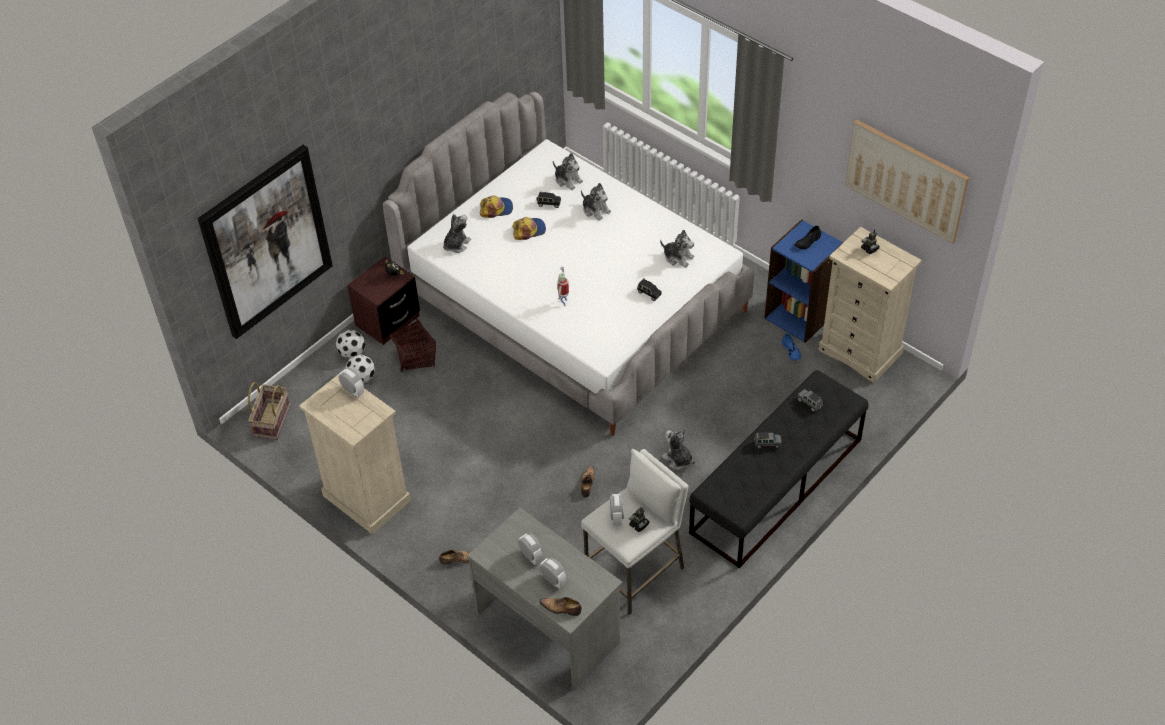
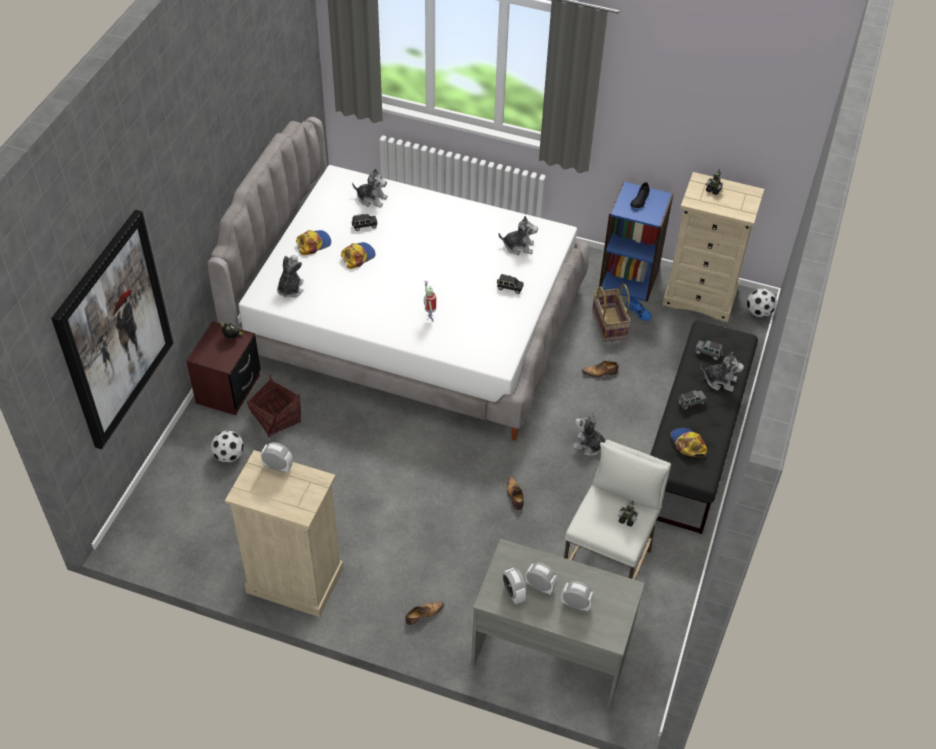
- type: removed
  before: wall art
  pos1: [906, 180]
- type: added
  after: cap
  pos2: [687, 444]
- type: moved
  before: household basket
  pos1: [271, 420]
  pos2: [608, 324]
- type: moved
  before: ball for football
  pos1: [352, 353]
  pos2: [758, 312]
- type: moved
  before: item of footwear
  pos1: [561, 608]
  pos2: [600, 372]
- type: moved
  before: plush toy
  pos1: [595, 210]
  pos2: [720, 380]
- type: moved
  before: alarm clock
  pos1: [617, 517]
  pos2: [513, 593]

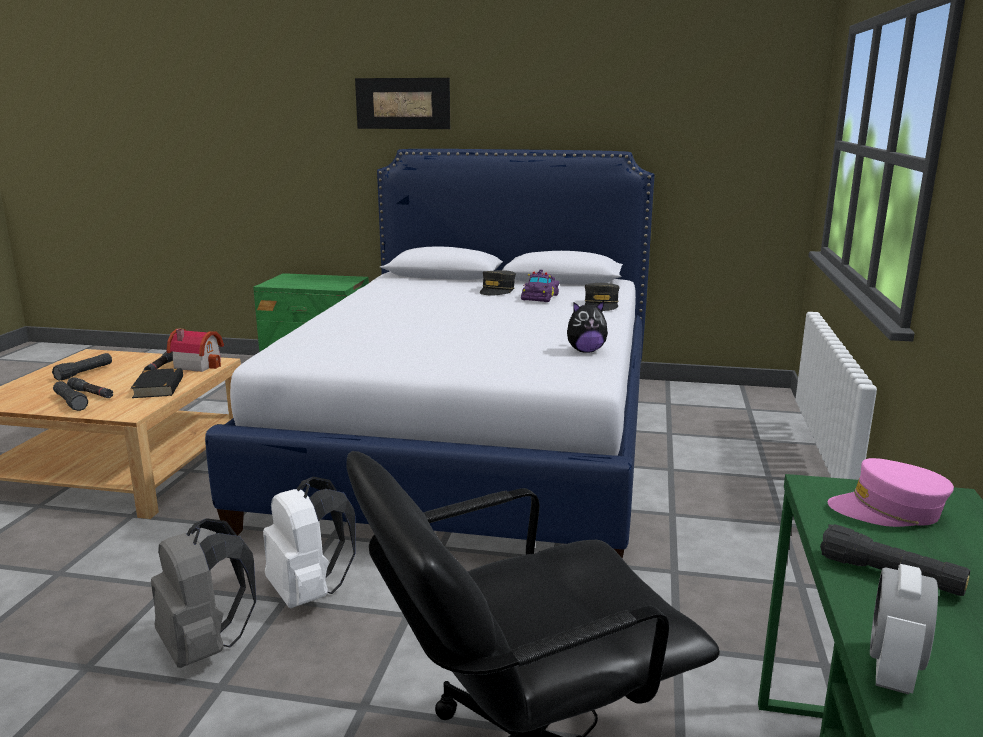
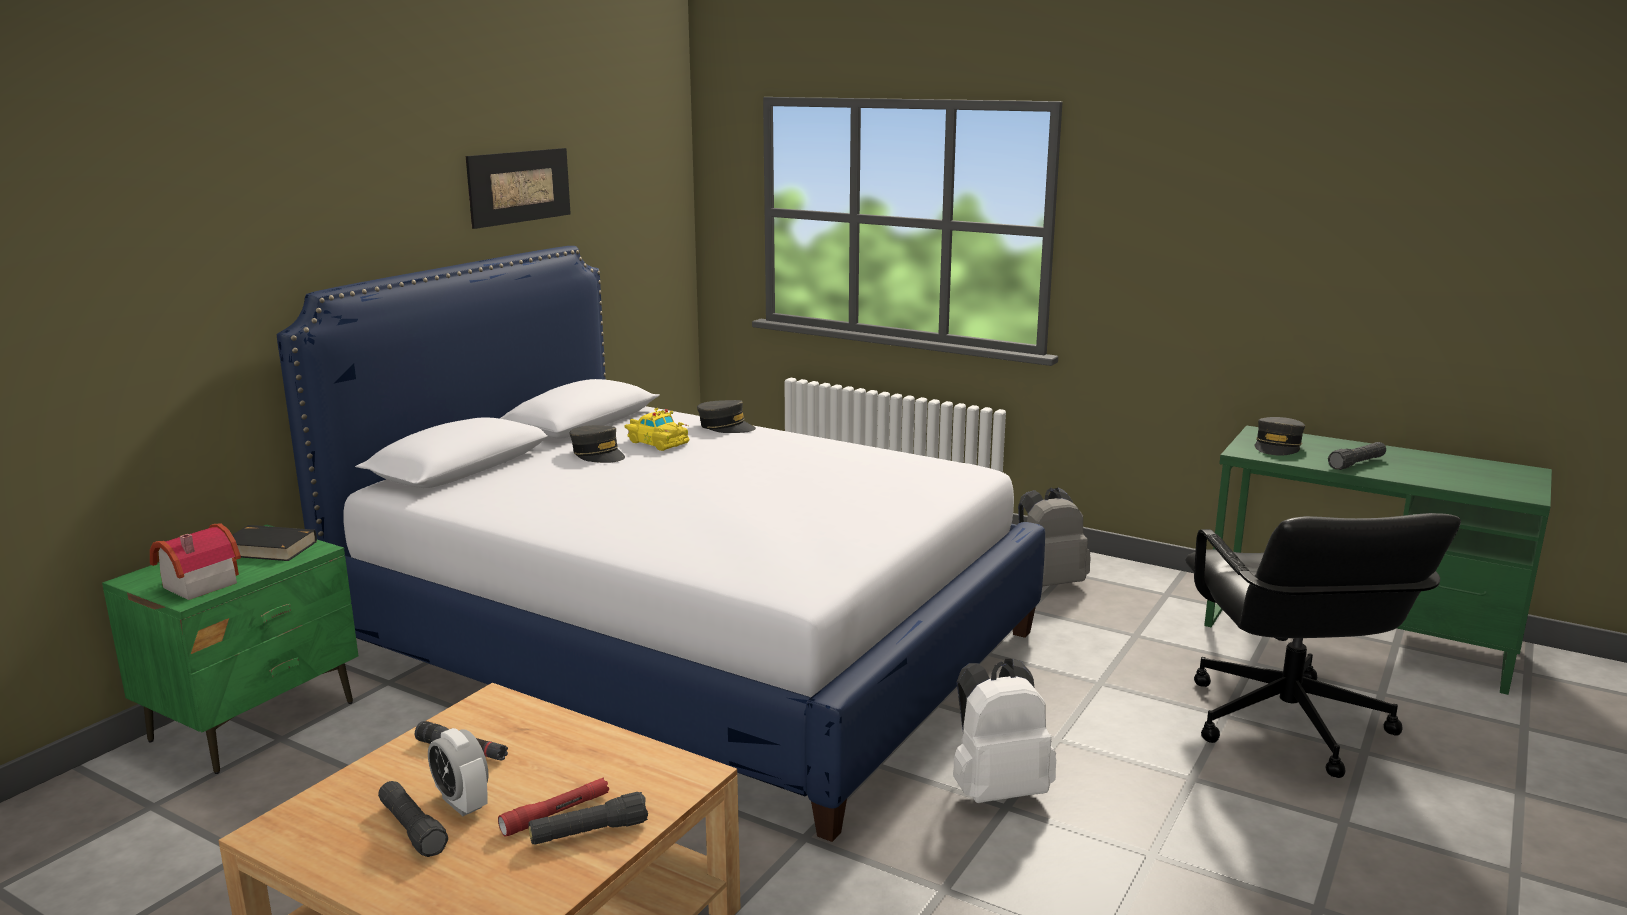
- type: removed
  before: plush toy
  pos1: [585, 351]
- type: moved
  before: volume/black-coloured
  pos1: [159, 387]
  pos2: [269, 548]
- type: moved
  before: rucksack/gray
  pos1: [205, 647]
  pos2: [1047, 583]
- type: moved
  before: toy house
  pos1: [198, 364]
  pos2: [196, 585]
- type: moved
  before: wall art
  pos1: [403, 103]
  pos2: [519, 186]
- type: moved
  before: alarm clock
  pos1: [893, 671]
  pos2: [462, 803]
- type: recoloured
  before: hand torch/black-coloured
  after: hand torch/reddish
  pos1: [91, 394]
  pos2: [556, 814]
- type: recoloured
  before: toy car/purple-coloured
  after: toy car/yellowish
  pos1: [541, 297]
  pos2: [657, 442]
- type: recoloured
  before: cap/pinkish
  after: cap/gray
  pos1: [888, 511]
  pos2: [1277, 446]

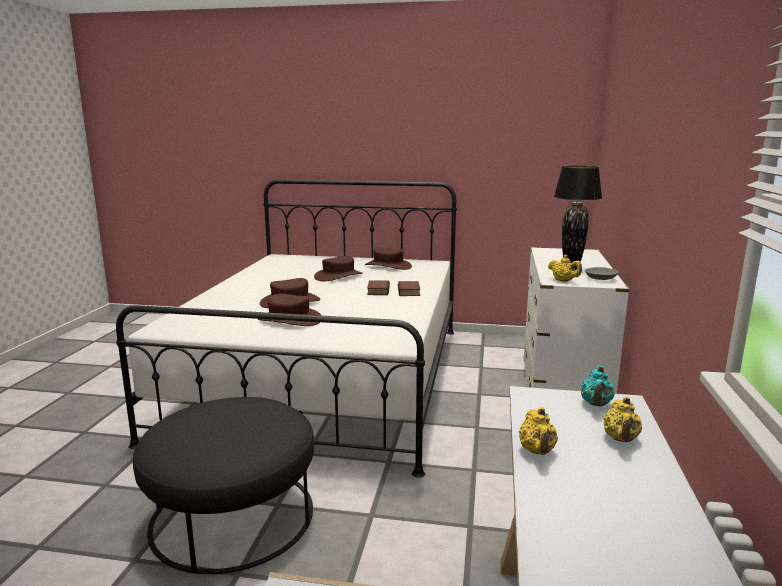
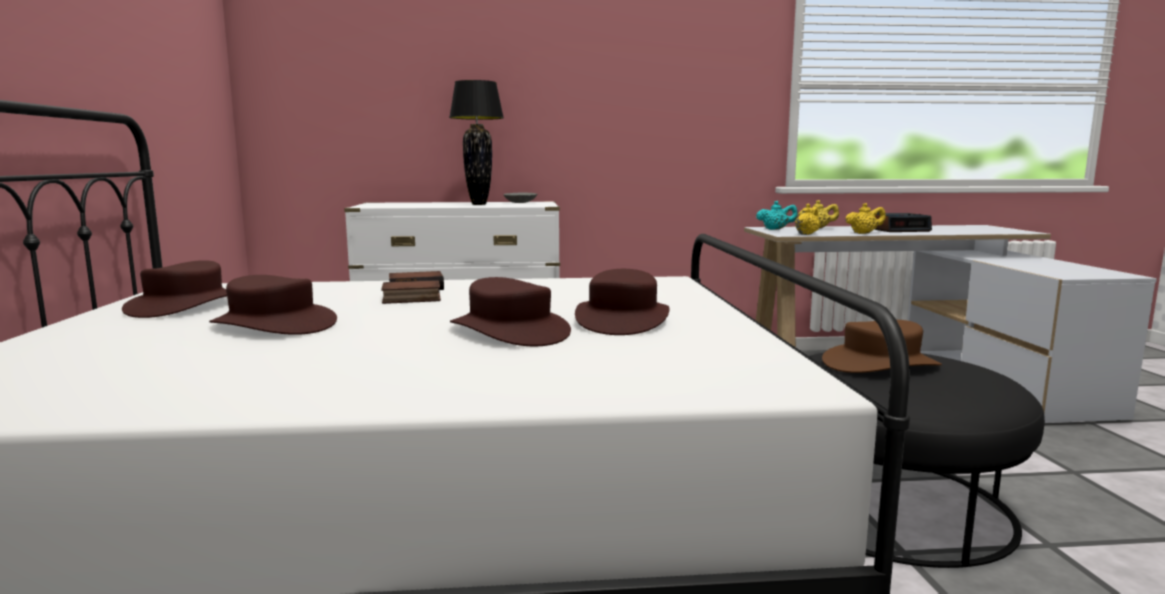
- type: added
  after: hat/brown
  pos2: [880, 364]
- type: added
  after: alarm clock
  pos2: [897, 229]
- type: moved
  before: tea pot/yellowish
  pos1: [564, 281]
  pos2: [807, 234]

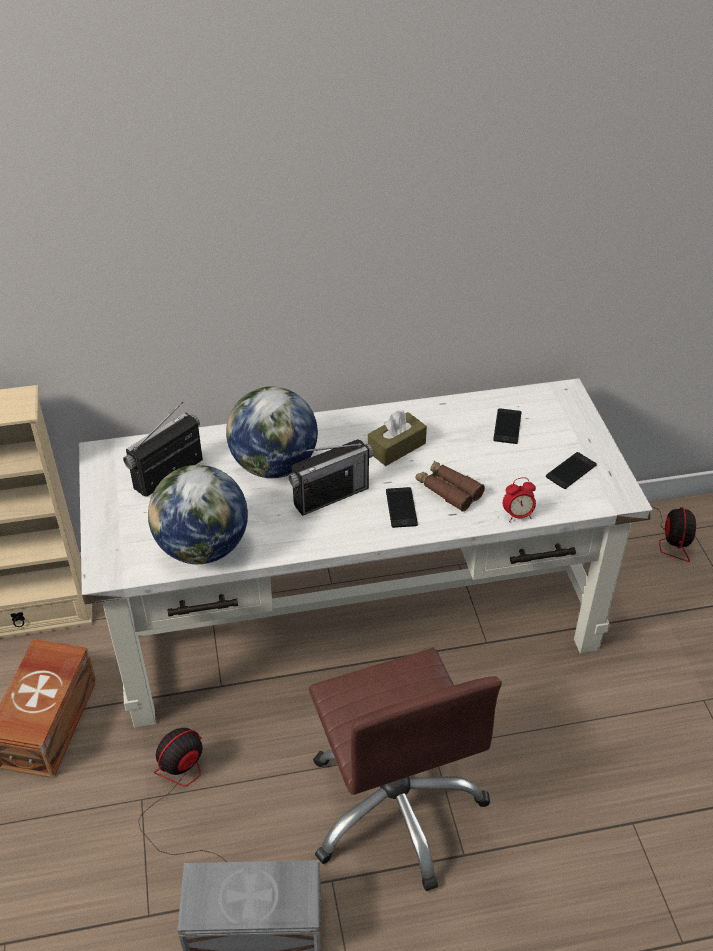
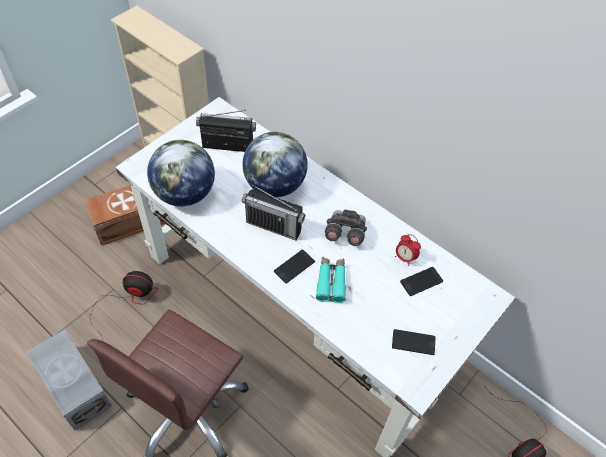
- type: moved
  before: alarm clock
  pos1: [518, 515]
  pos2: [405, 258]
- type: replaced
  before: tissue box/brown
  after: pair of binoculars/gray
  pos1: [396, 447]
  pos2: [344, 234]
- type: recoloured
  before: pair of binoculars/brown
  after: pair of binoculars/turquoise-coloured
  pos1: [448, 490]
  pos2: [331, 282]

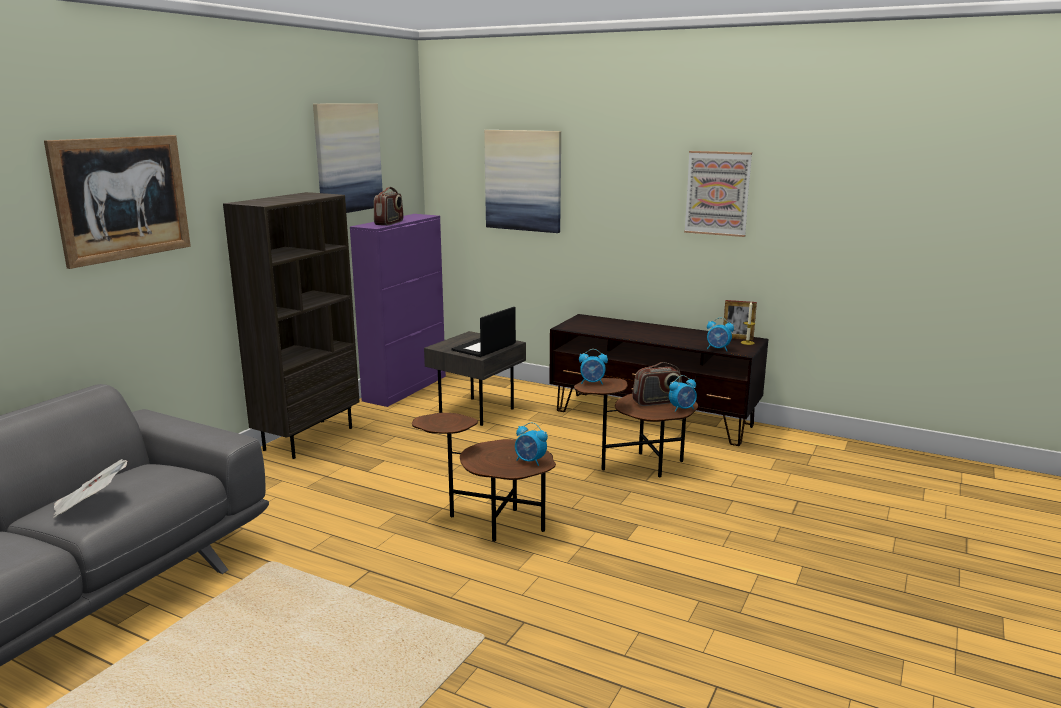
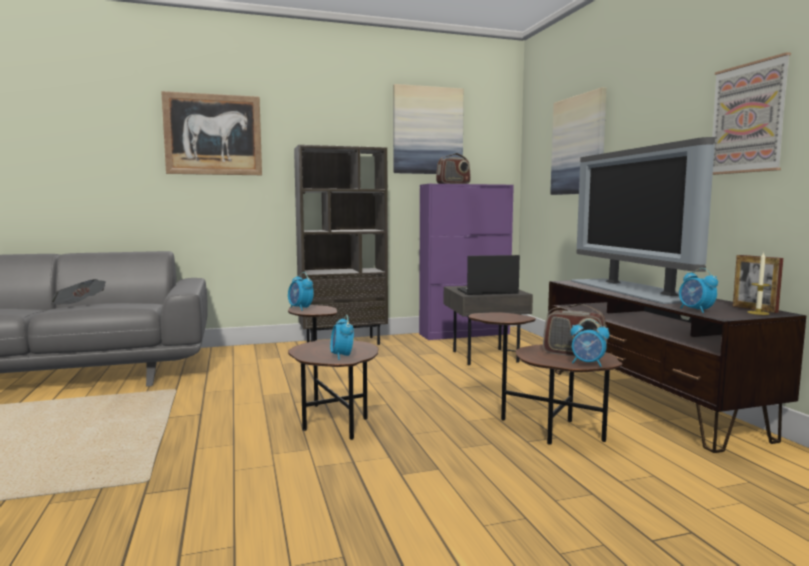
- type: added
  after: TV set
  pos2: [633, 290]
- type: moved
  before: alarm clock
  pos1: [592, 383]
  pos2: [300, 308]

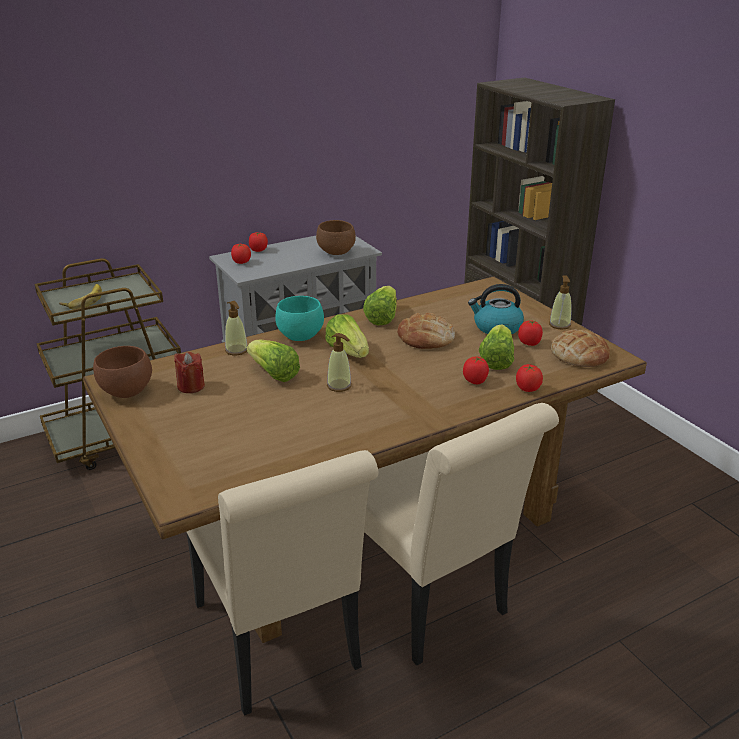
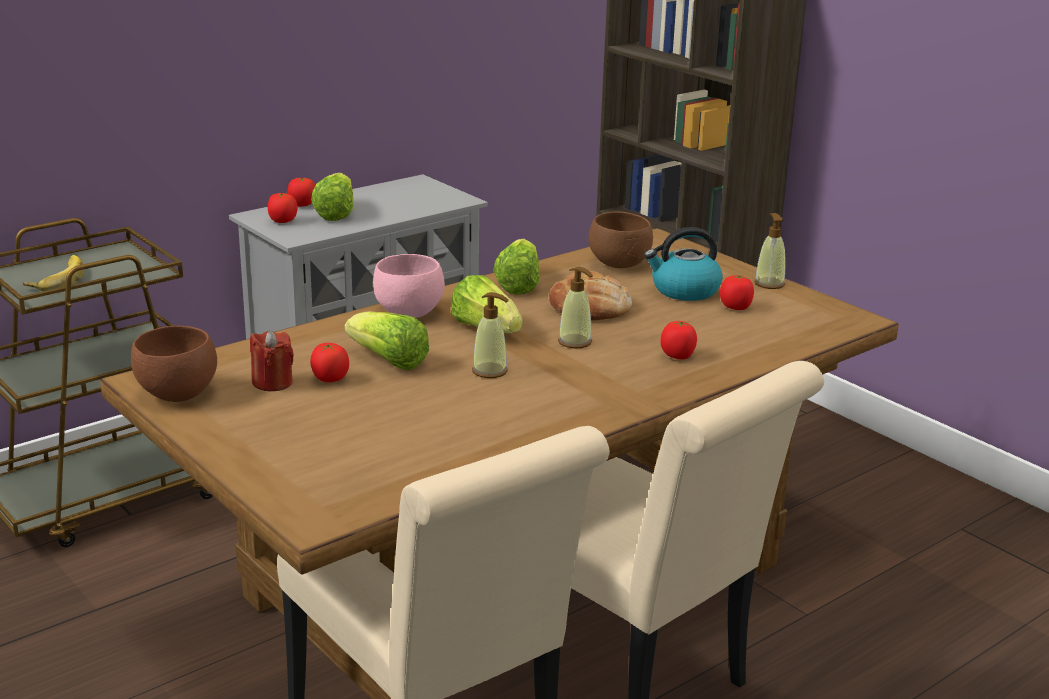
- type: removed
  before: bakery bread
  pos1: [579, 354]
- type: moved
  before: soap bottle
  pos1: [236, 350]
  pos2: [575, 342]
- type: moved
  before: deep dish/brown
  pos1: [337, 253]
  pos2: [620, 265]
- type: moved
  before: lettuce head
  pos1: [496, 360]
  pos2: [336, 213]
- type: moved
  before: whole tomato
  pos1: [527, 389]
  pos2: [330, 379]
- type: recoloured
  before: deep dish/turquoise-coloured
  after: deep dish/pinkish
  pos1: [299, 336]
  pos2: [407, 313]

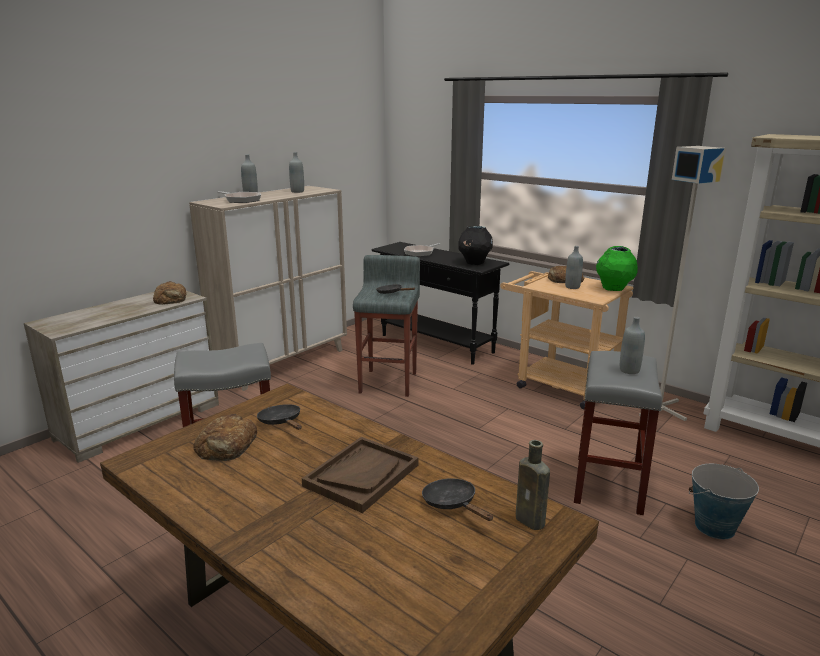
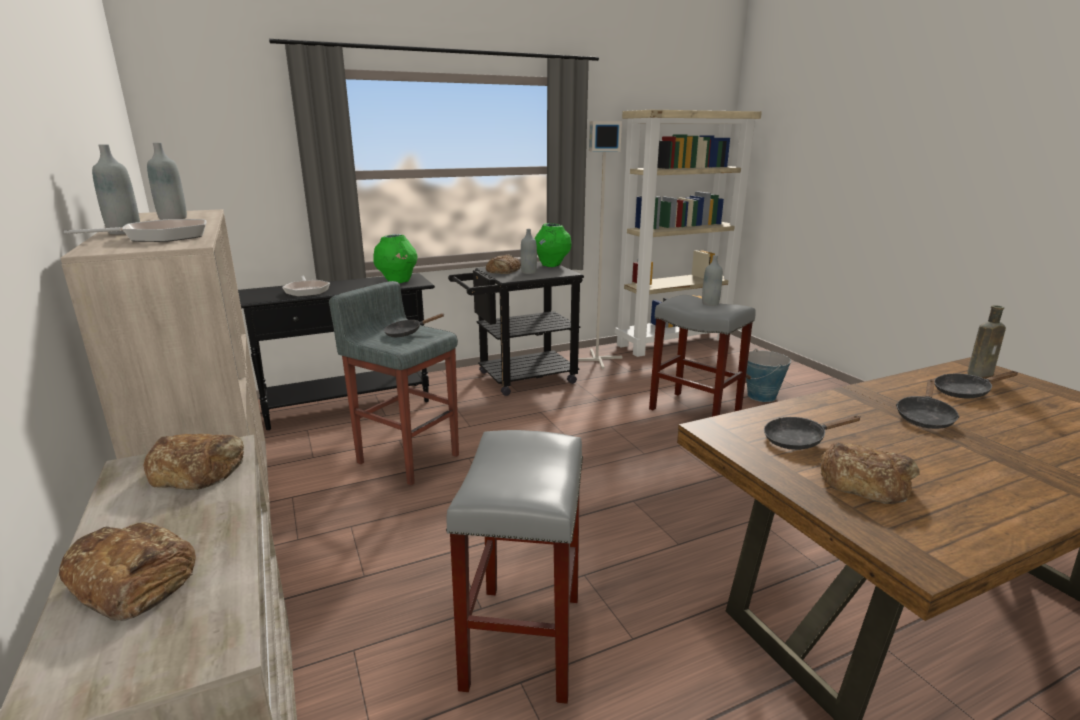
- type: added
  after: bakery bread
  pos2: [132, 579]
- type: replaced
  before: carrying tray/brown
  after: skillet/black-coloured
  pos1: [361, 475]
  pos2: [924, 417]
- type: recoloured
  before: flower vase/black-coloured
  after: flower vase/green
  pos1: [474, 263]
  pos2: [397, 281]
- type: recoloured
  before: wheeled cart/beige
  after: wheeled cart/black-coloured
  pos1: [558, 384]
  pos2: [518, 379]

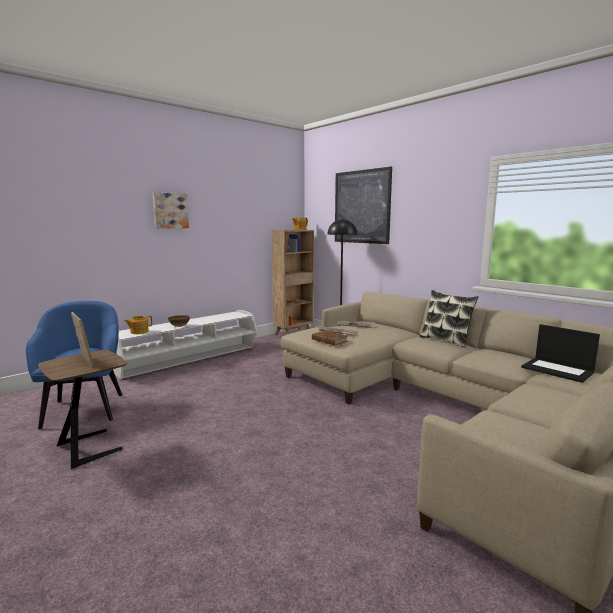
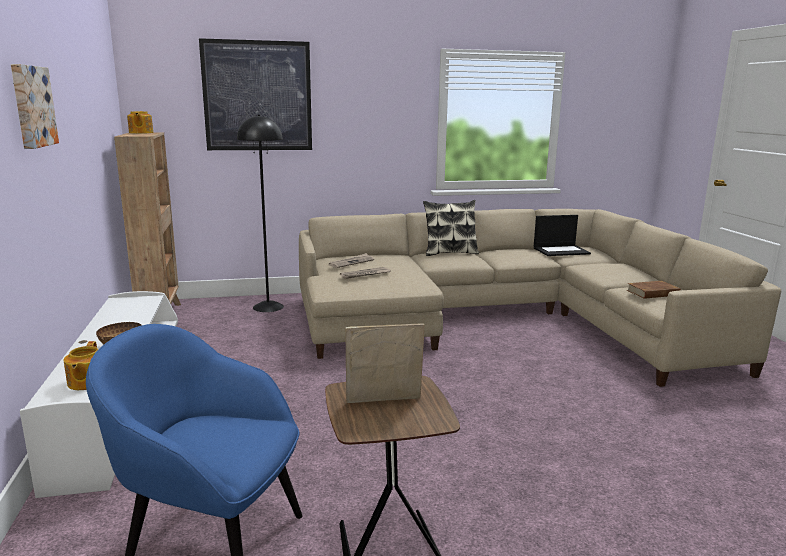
- type: moved
  before: volume/brown
  pos1: [329, 340]
  pos2: [653, 293]

